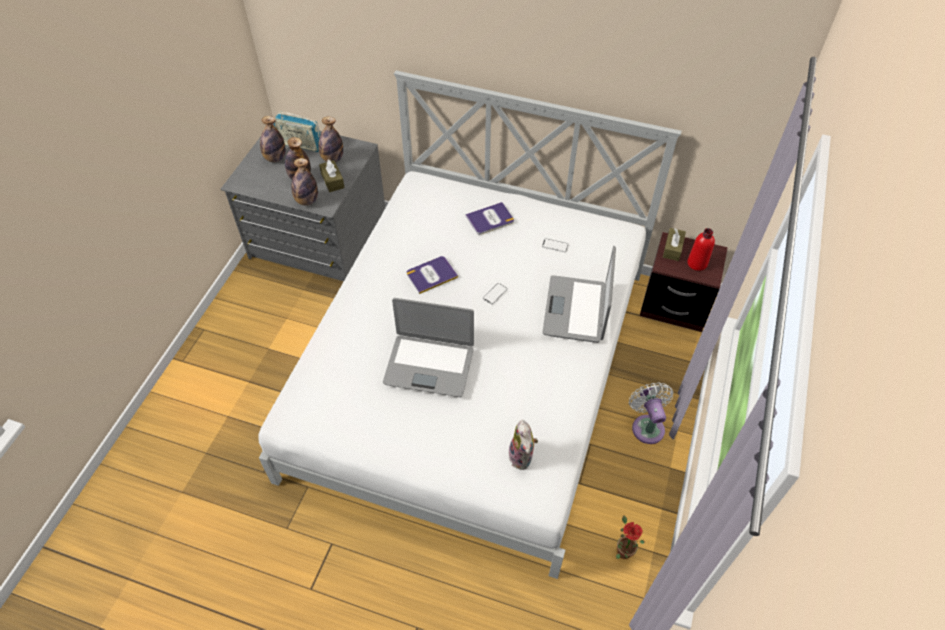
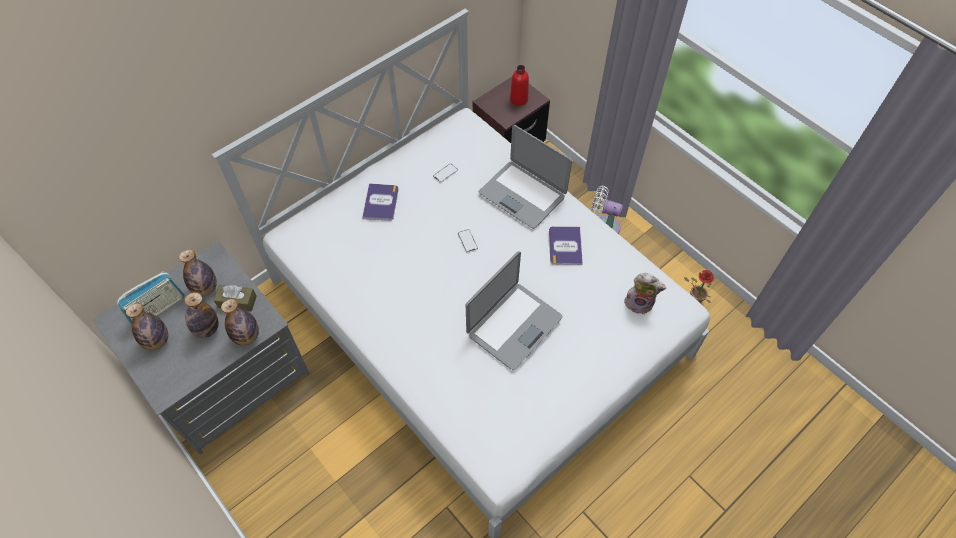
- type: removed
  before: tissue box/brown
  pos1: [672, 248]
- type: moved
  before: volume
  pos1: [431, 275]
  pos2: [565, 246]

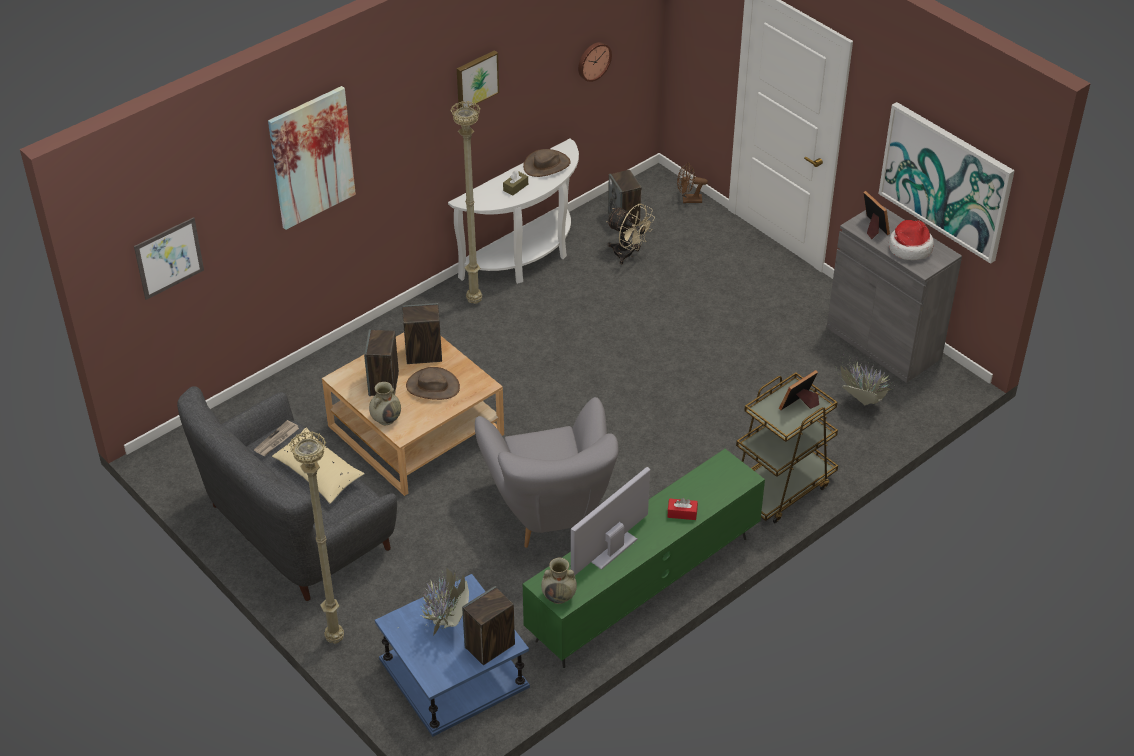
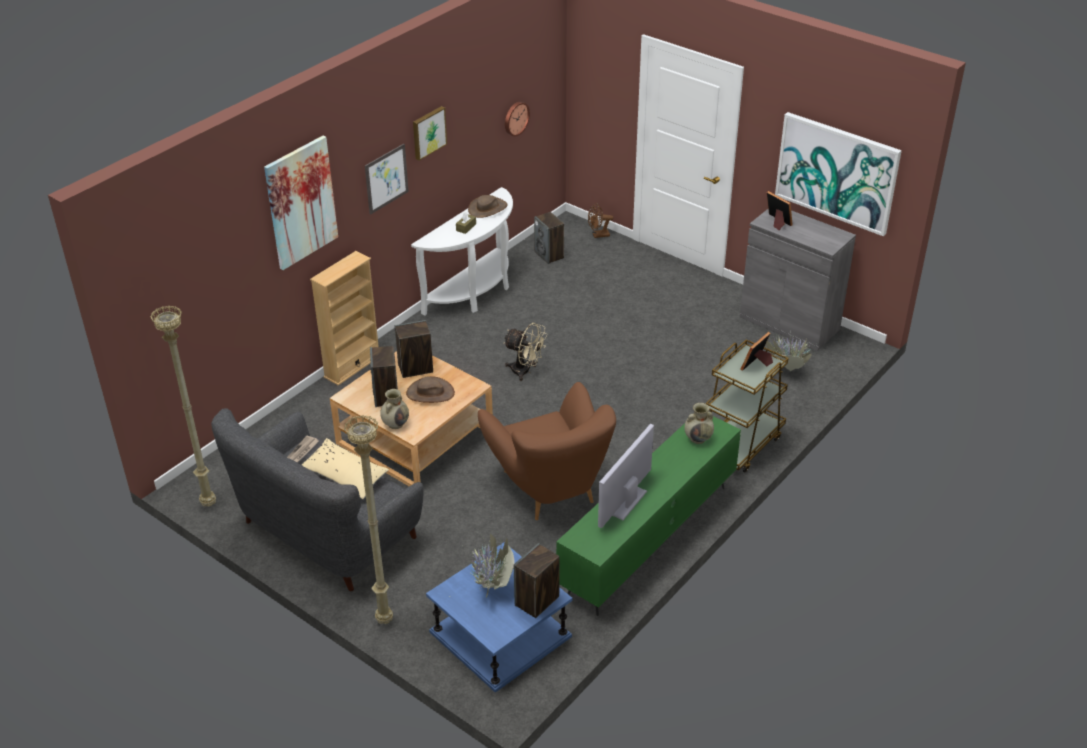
- type: removed
  before: tissue box/reddish
  pos1: [682, 513]
- type: removed
  before: hat
  pos1: [909, 247]
- type: added
  after: shelving unit/beige
  pos2: [352, 366]
- type: moved
  before: wall art
  pos1: [169, 258]
  pos2: [386, 178]
- type: moved
  before: standing lamp/beige
  pos1: [474, 301]
  pos2: [208, 503]
- type: moved
  before: flower vase/beige
  pos1: [559, 596]
  pos2: [698, 438]
- type: moved
  before: electric fan/beige
  pos1: [628, 254]
  pos2: [525, 371]
- type: recoloured
  before: armchair/gray
  after: armchair/brown
  pos1: [550, 511]
  pos2: [550, 488]

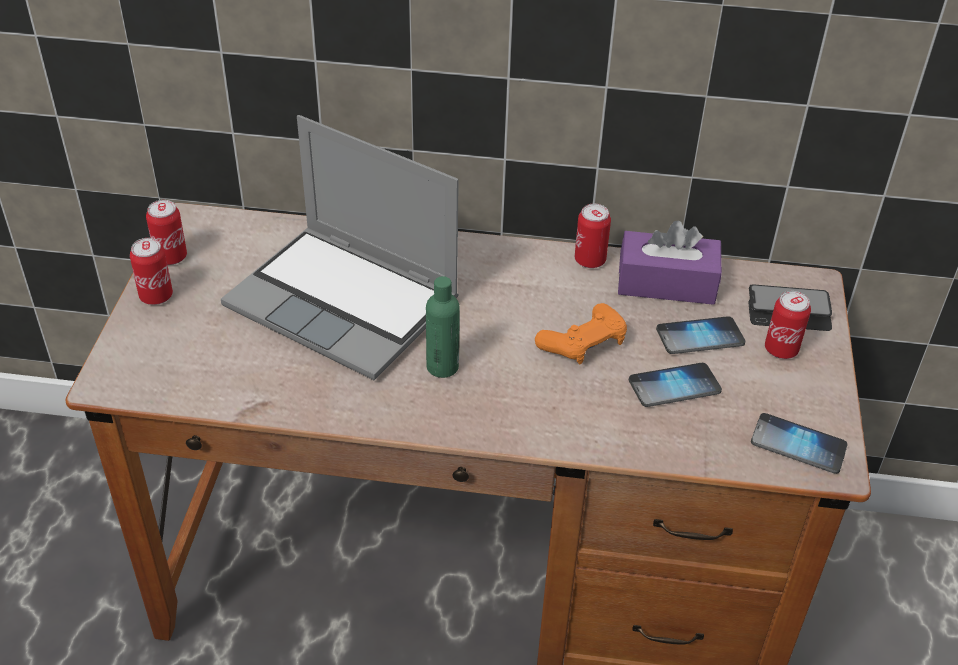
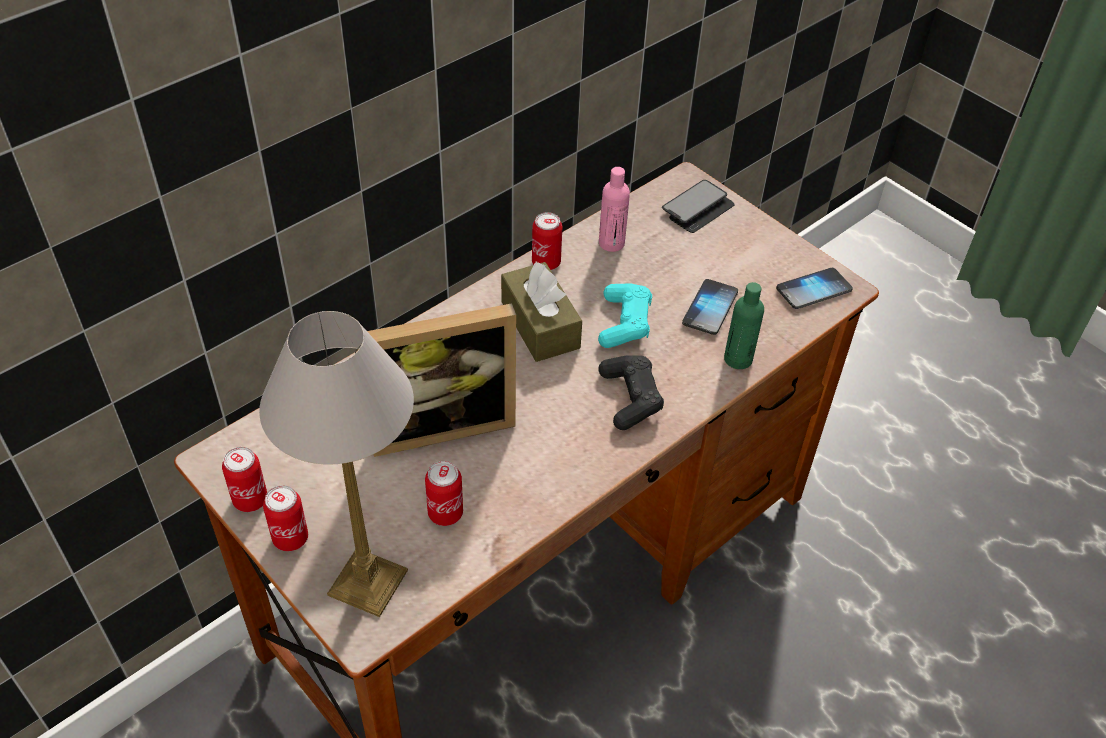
- type: removed
  before: telephone
  pos1: [700, 337]
- type: added
  after: tabletop lamp
  pos2: [370, 582]
- type: added
  after: tissue box/brown
  pos2: [540, 325]
- type: added
  after: game controller/black-coloured
  pos2: [630, 398]
- type: moved
  before: drink bottle/green
  pos1: [442, 367]
  pos2: [738, 359]
- type: moved
  before: metal can
  pos1: [781, 349]
  pos2: [445, 513]
- type: replaced
  before: notebook computer
  after: standing frame
  pos1: [346, 304]
  pos2: [440, 422]
- type: replaced
  before: tissue box/purple-coloured
  after: drink bottle/pinkish
  pos1: [666, 283]
  pos2: [611, 243]
- type: recoloured
  before: game controller/orange
  after: game controller/turquoise-coloured
  pos1: [583, 344]
  pos2: [624, 323]

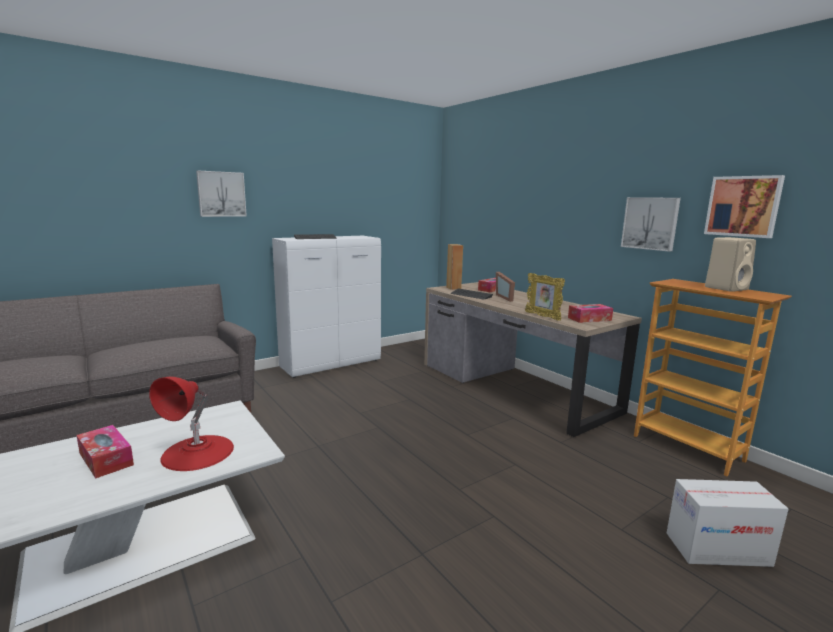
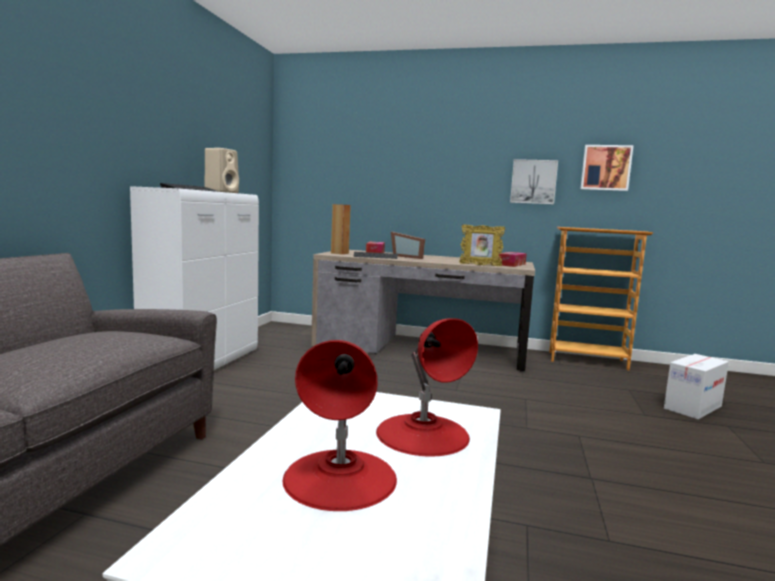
- type: removed
  before: wall art
  pos1: [221, 194]
- type: moved
  before: audio speaker/beige
  pos1: [726, 288]
  pos2: [222, 192]
- type: replaced
  before: tissue box
  after: tabletop lamp/reddish
  pos1: [106, 459]
  pos2: [340, 478]

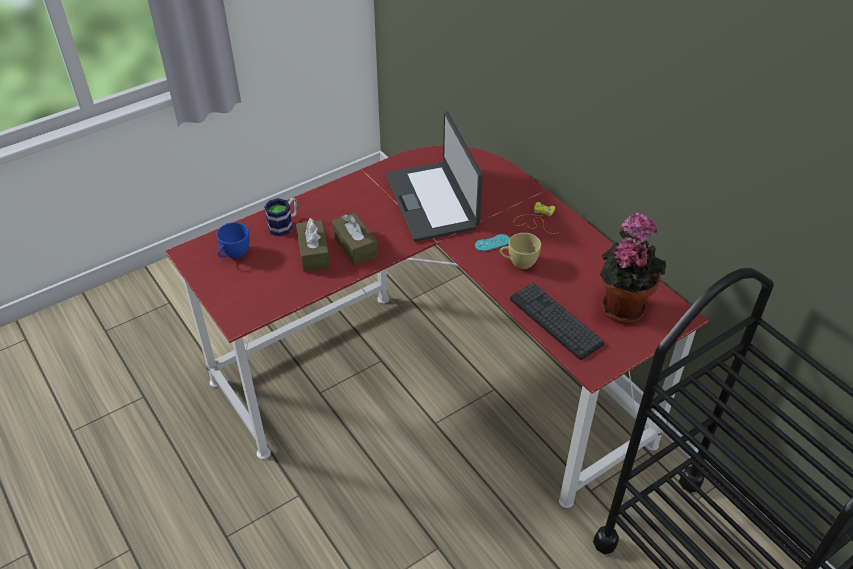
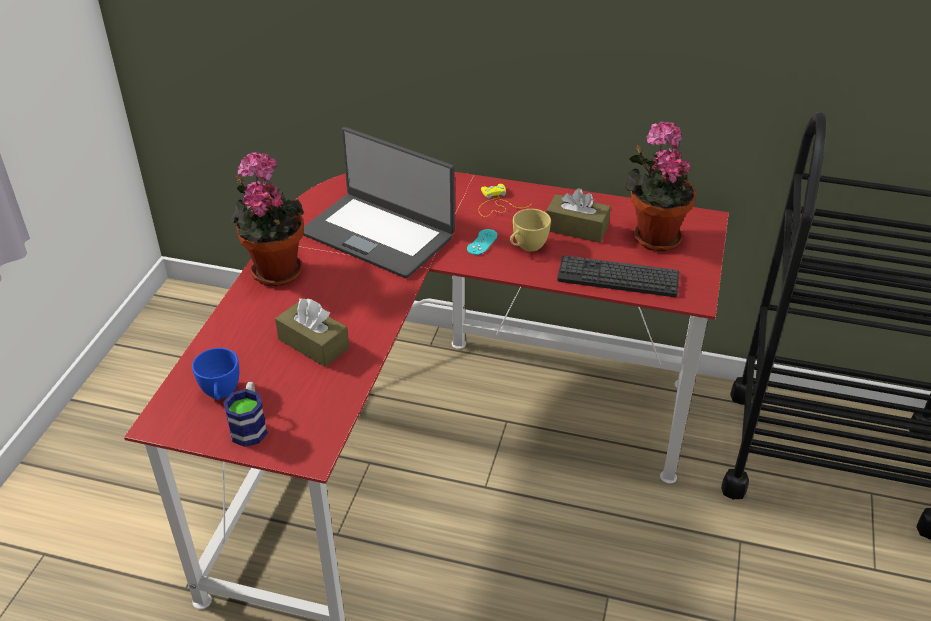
- type: added
  after: plant in a pot
  pos2: [274, 269]
- type: moved
  before: coffee mug
  pos1: [284, 225]
  pos2: [250, 426]
- type: moved
  before: tissue box/brown
  pos1: [355, 246]
  pos2: [576, 228]

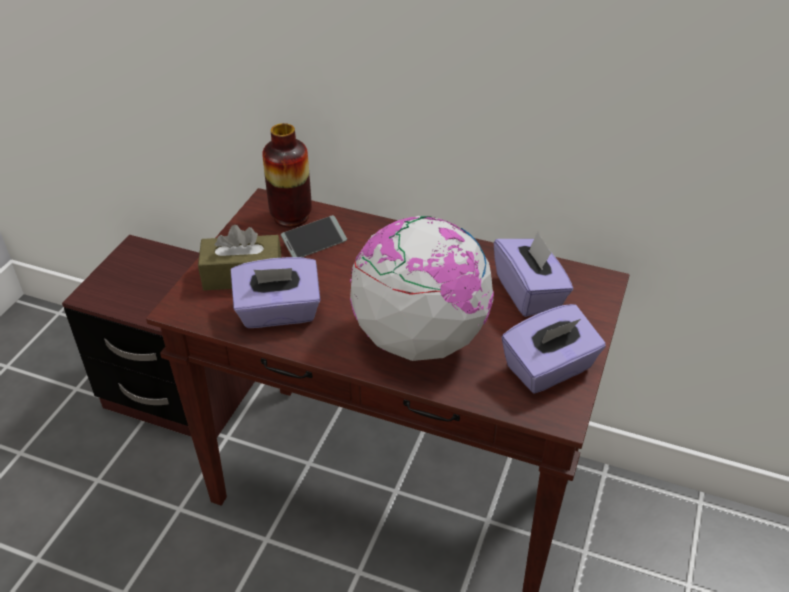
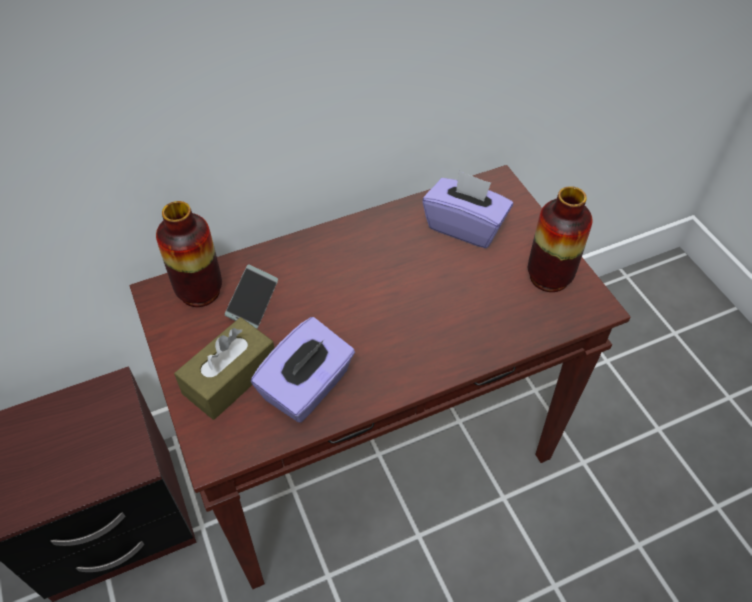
- type: removed
  before: globe
  pos1: [419, 339]
- type: replaced
  before: tissue box/purple-coloured
  after: flower vase
  pos1: [549, 369]
  pos2: [549, 277]

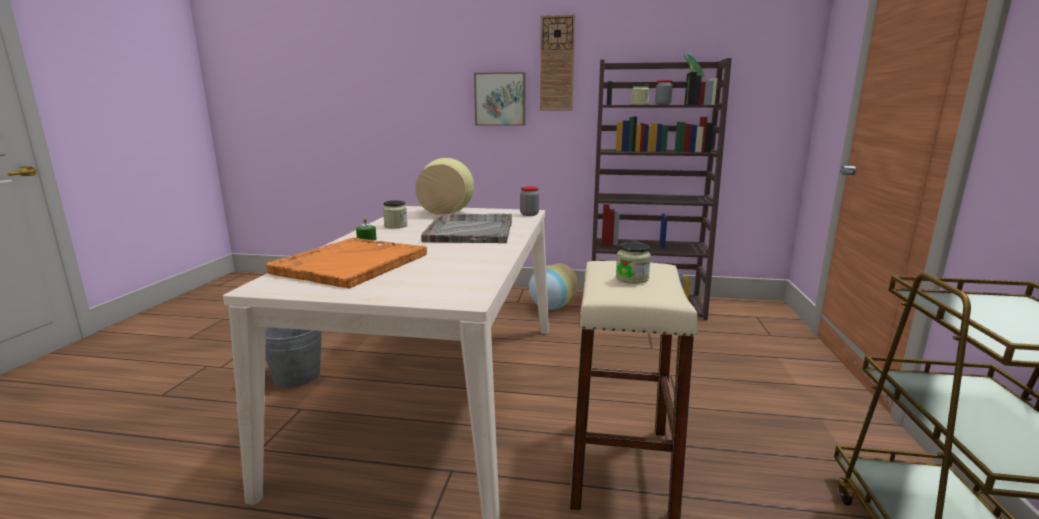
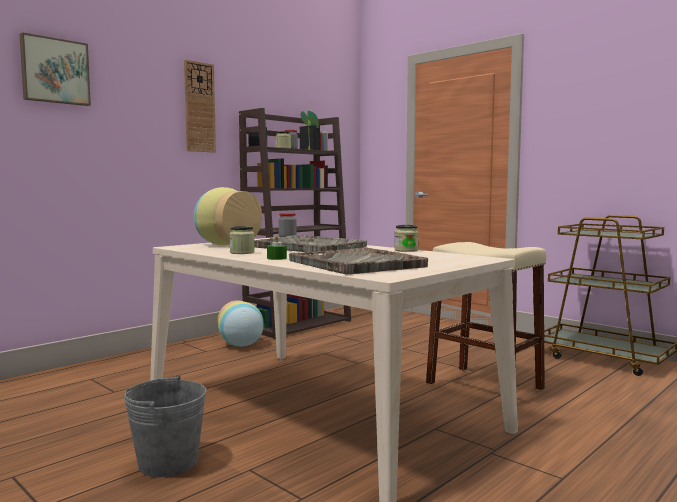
- type: moved
  before: wall art
  pos1: [500, 99]
  pos2: [55, 71]
- type: moved
  before: preserve jar
  pos1: [632, 278]
  pos2: [406, 250]
- type: recoloured
  before: carrying tray/orange
  after: carrying tray/gray
  pos1: [350, 264]
  pos2: [356, 264]

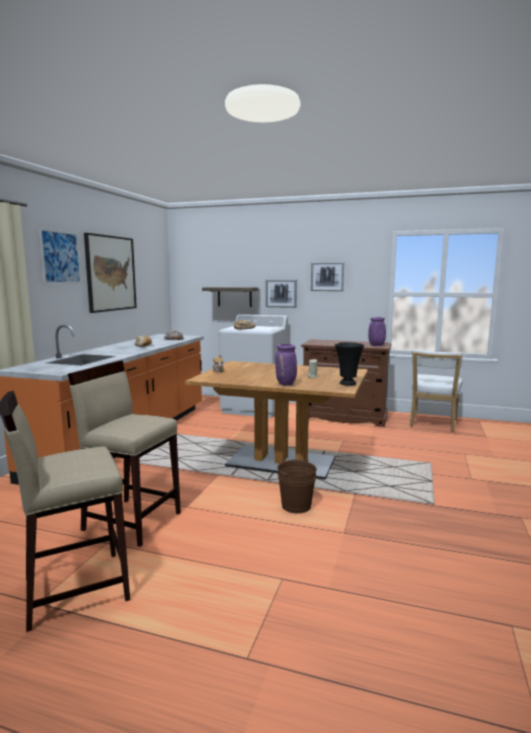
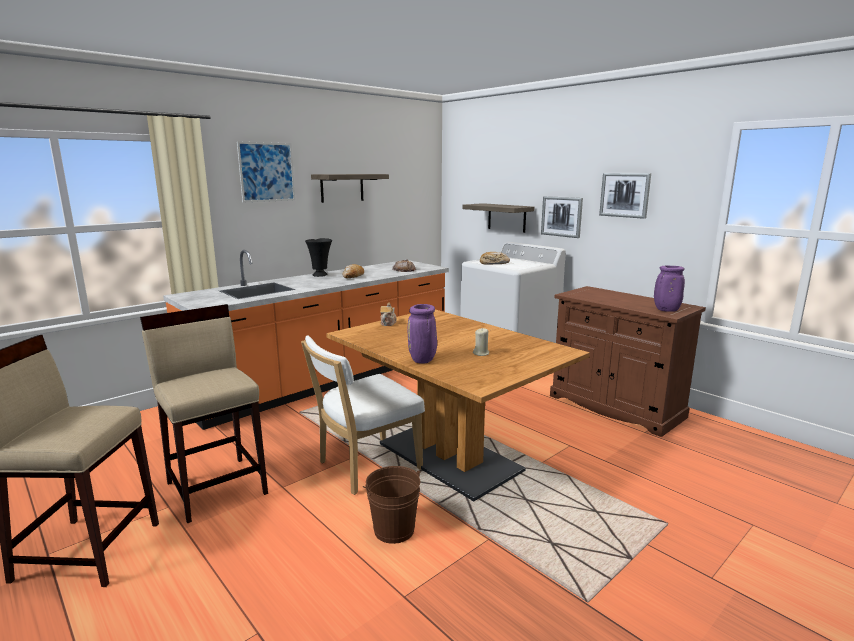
- type: moved
  before: flower vase/black-coloured
  pos1: [348, 383]
  pos2: [320, 275]
- type: moved
  before: upright chair/white-coloured
  pos1: [432, 424]
  pos2: [365, 467]
- type: replaced
  before: wall art
  after: shelf
  pos1: [110, 273]
  pos2: [342, 187]

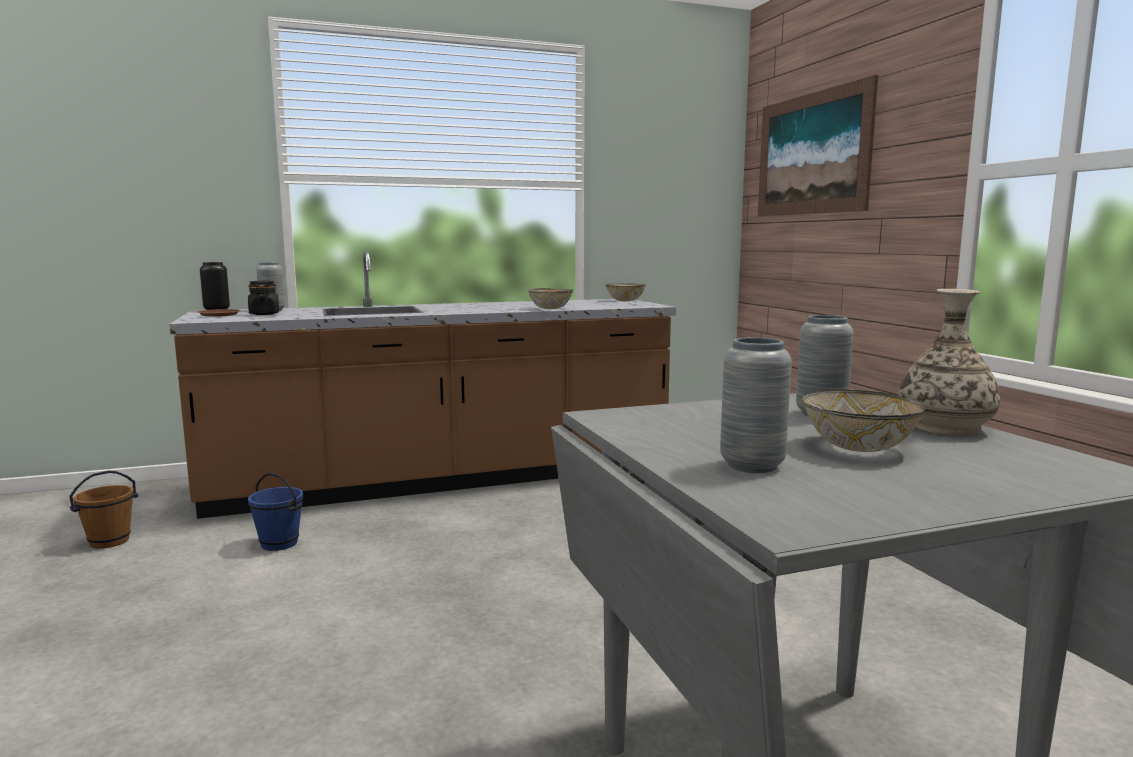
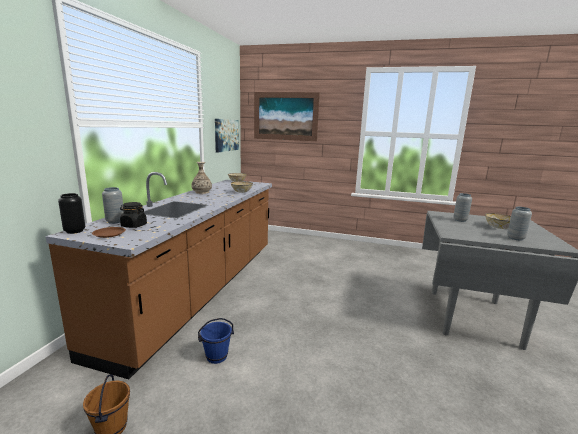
- type: added
  after: wall art
  pos2: [226, 135]
- type: moved
  before: flower vase
  pos1: [945, 427]
  pos2: [202, 192]

